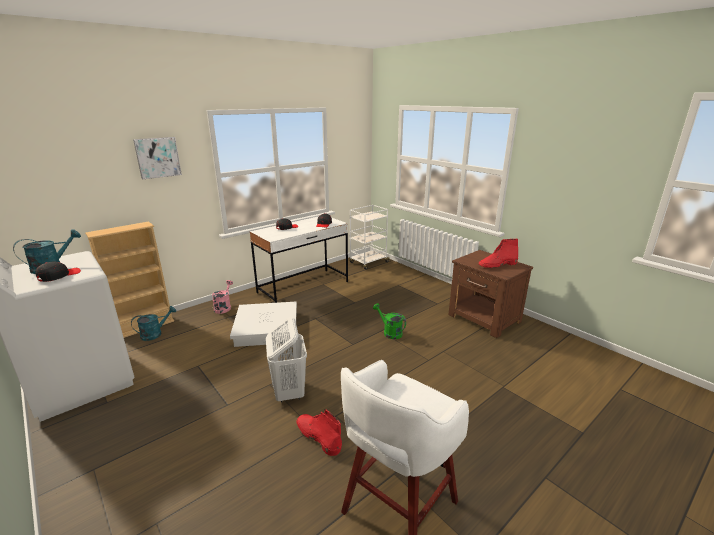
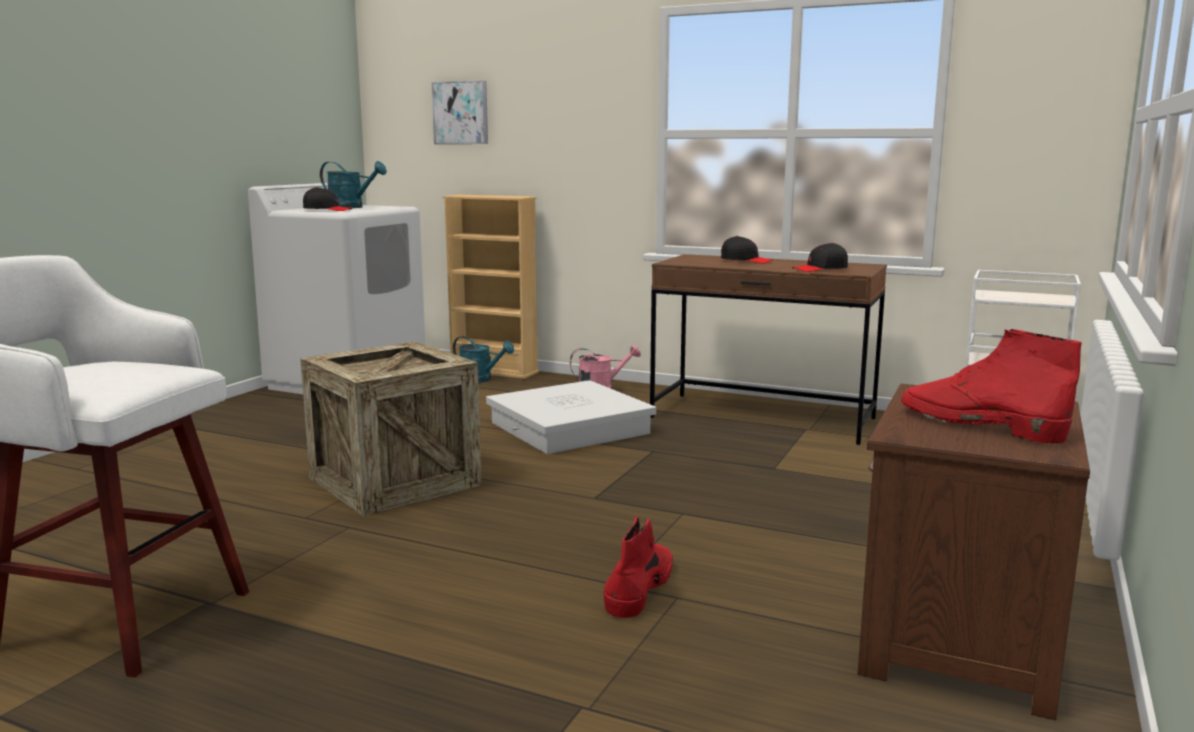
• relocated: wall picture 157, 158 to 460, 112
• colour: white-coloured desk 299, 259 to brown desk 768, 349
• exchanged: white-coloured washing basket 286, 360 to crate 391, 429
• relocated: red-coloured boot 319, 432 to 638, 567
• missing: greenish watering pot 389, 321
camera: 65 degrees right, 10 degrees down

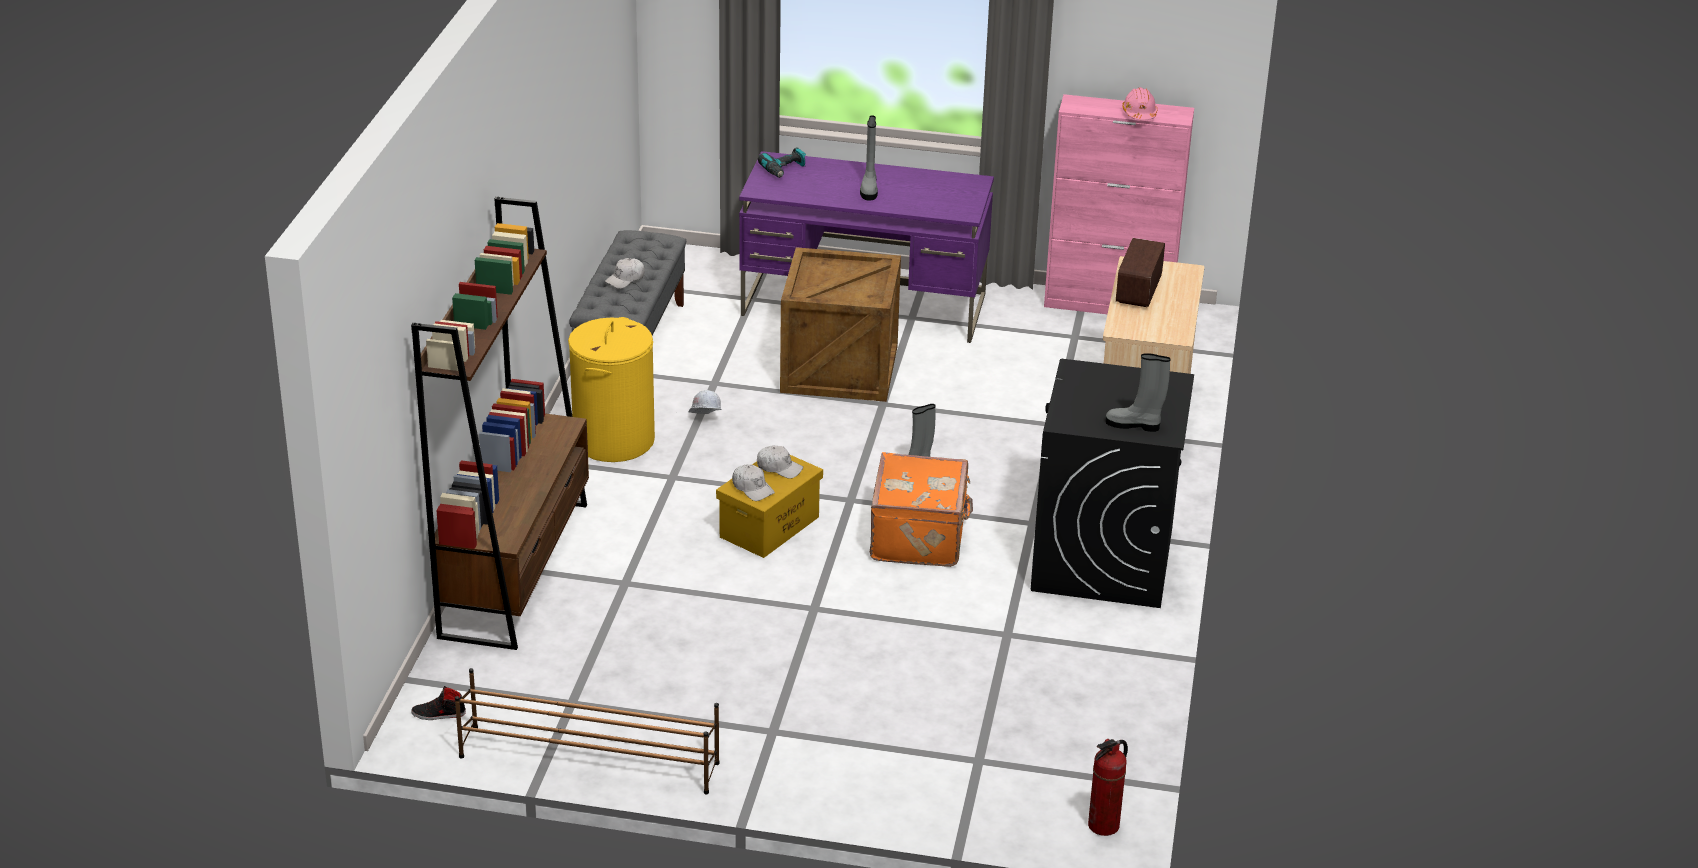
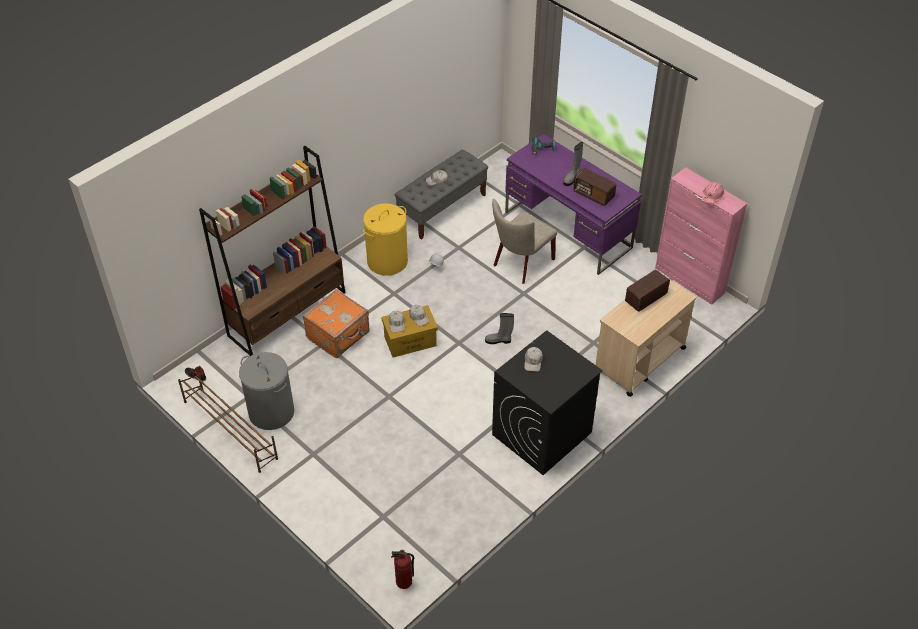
• exchanged: crate 840, 324 to sand-coloured upright chair 524, 241
• relocated: orangey piece of luggage 921, 509 to 336, 323
• missing: greyish boot 1137, 392
• appeared: greyish washing basket 266, 391
• appeared: white-coloured cap 533, 359
• appeared: radio 594, 187
camera: 35 degrees right, 15 degrees up

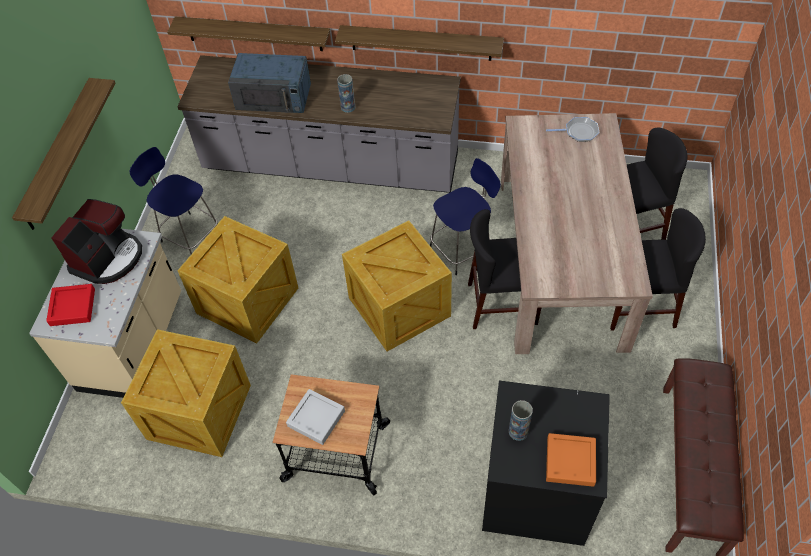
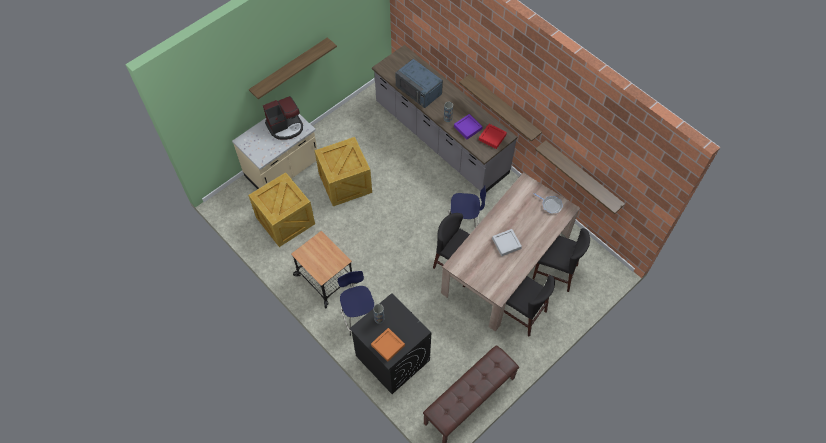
• relocated: red-coloured tray 70, 305 to 493, 136
• relocated: blue stool seat 174, 200 to 356, 303
• relocated: wall shelf 248, 34 to 580, 177
• relocated: greyish tray 315, 417 to 507, 242
• missing: crate 397, 285
• appeared: purplish tray 468, 126
camera: 35 degrees right, 5 degrees up

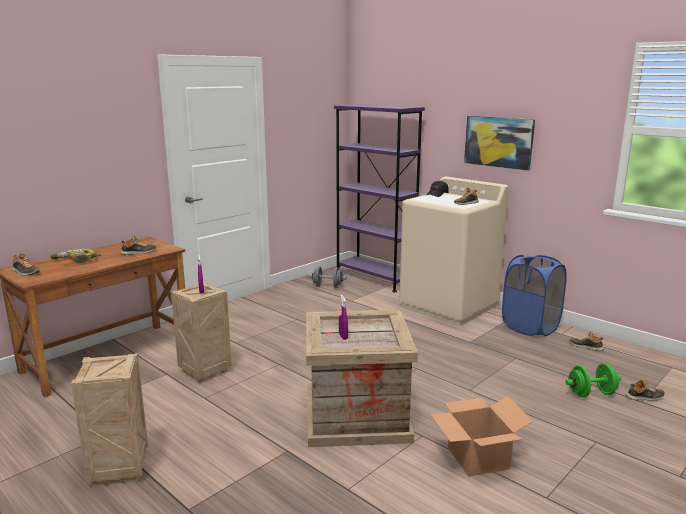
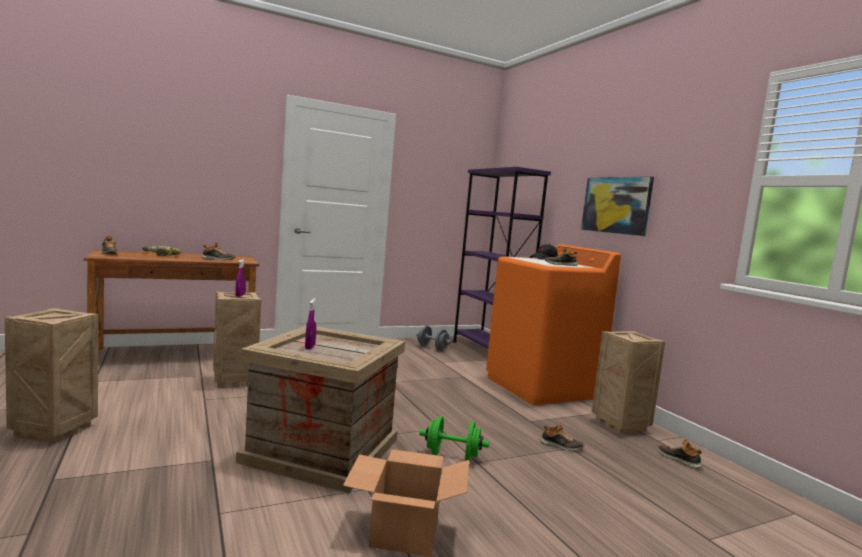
• colour: sand-coloured laundry appliance 454, 251 to orangey laundry appliance 553, 324
• exchanged: blue washing basket 534, 295 to crate 628, 382
• relocated: greenish dumbbell 593, 380 to 454, 438
• relocated: shoe 645, 390 to 562, 437
camera: 20 degrees right, 10 degrees down

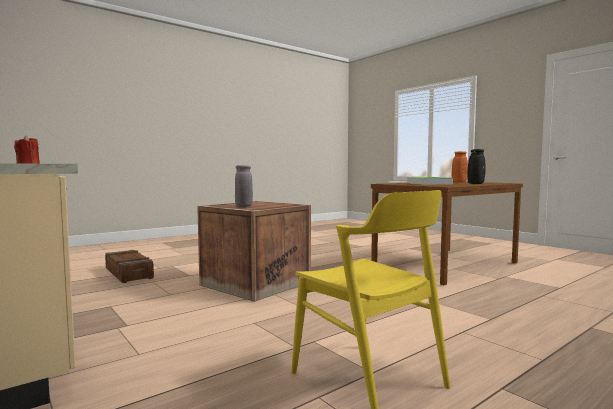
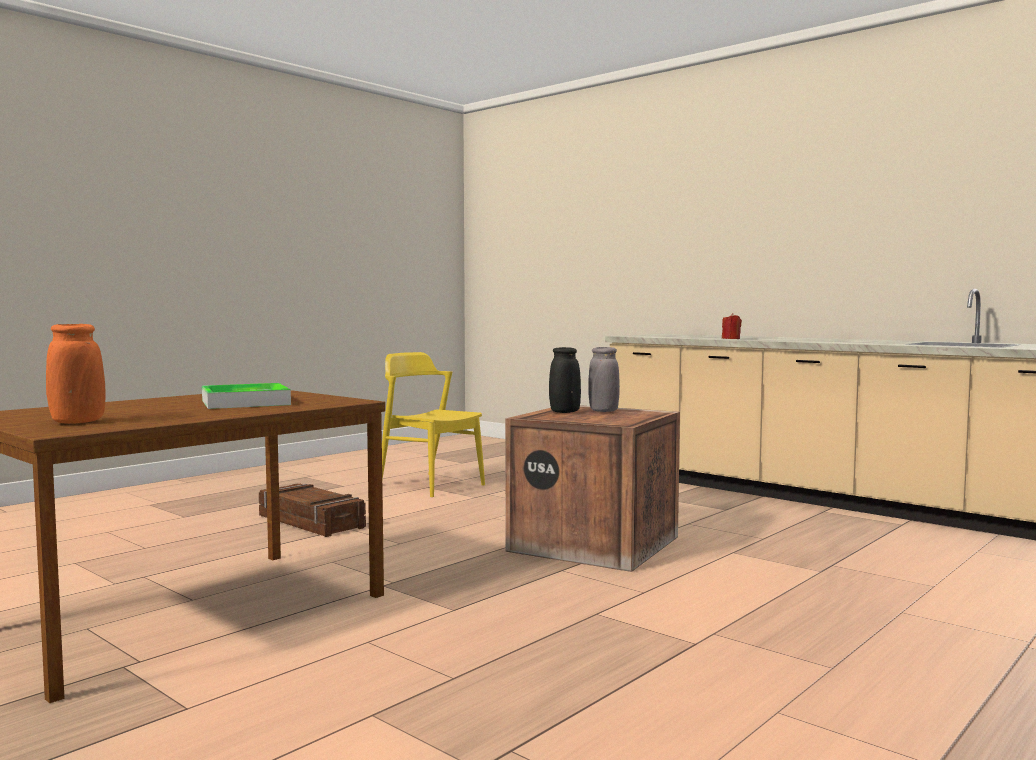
• relocated: crate 129, 266 to 312, 510
• relocated: blackish flower vase 476, 166 to 565, 380
camera: 170 degrees right, 0 degrees up

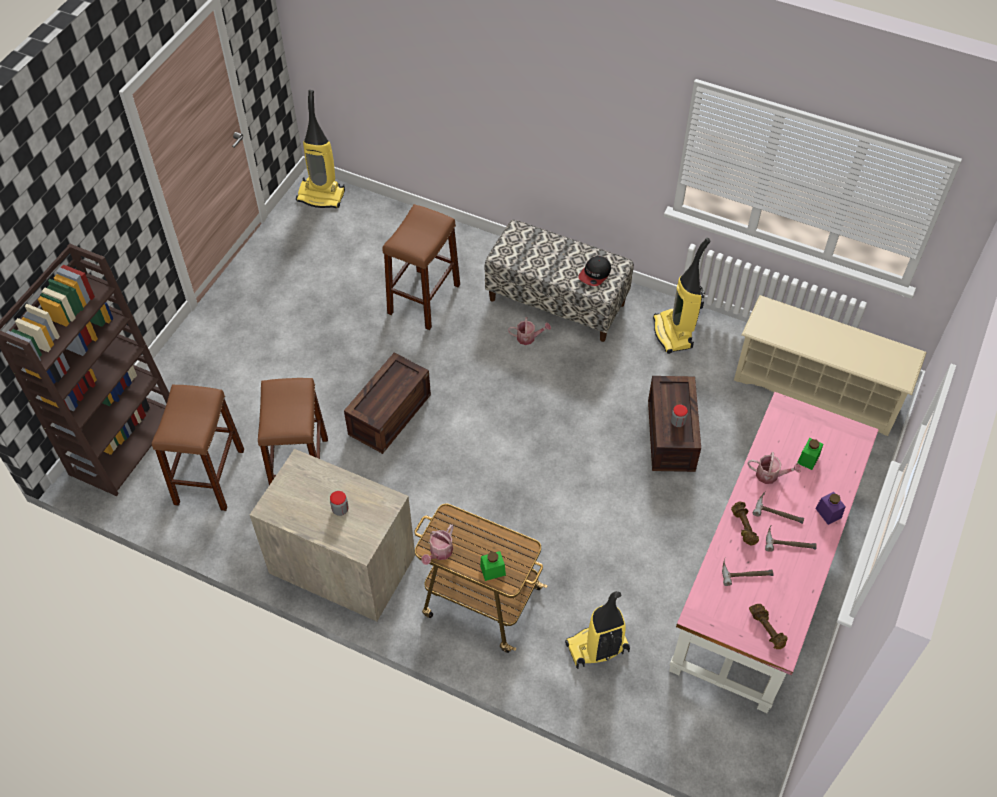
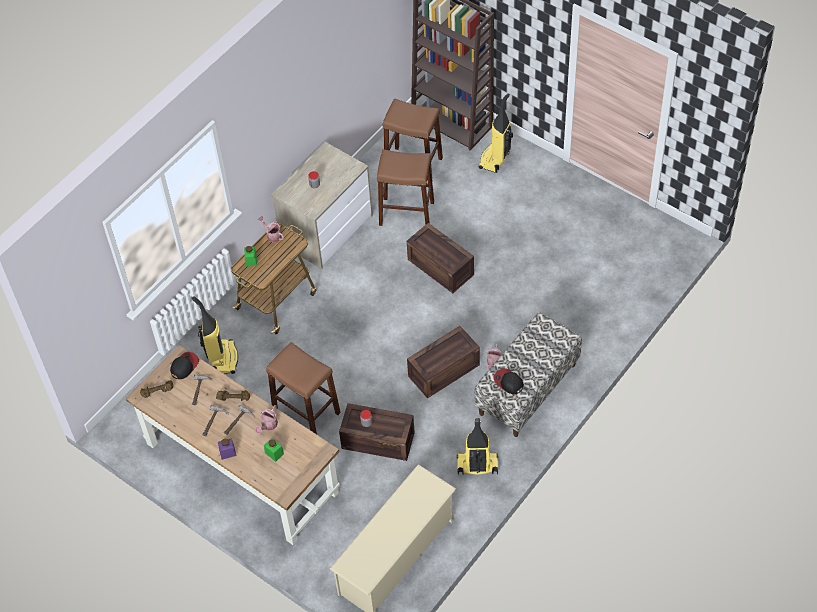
• relocated: vacuum 320, 149 to 495, 133
• relocated: brown stool seat 421, 267 to 303, 388
• colour: pinkish desk 774, 552 to brown desk 233, 445
• appeared: cap 184, 365
• appeared: crate 443, 362
camera: 105 degrees right, 0 degrees up

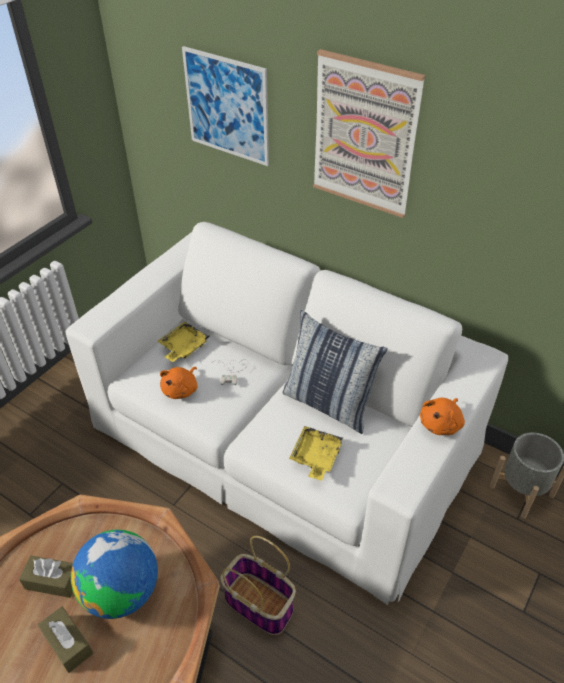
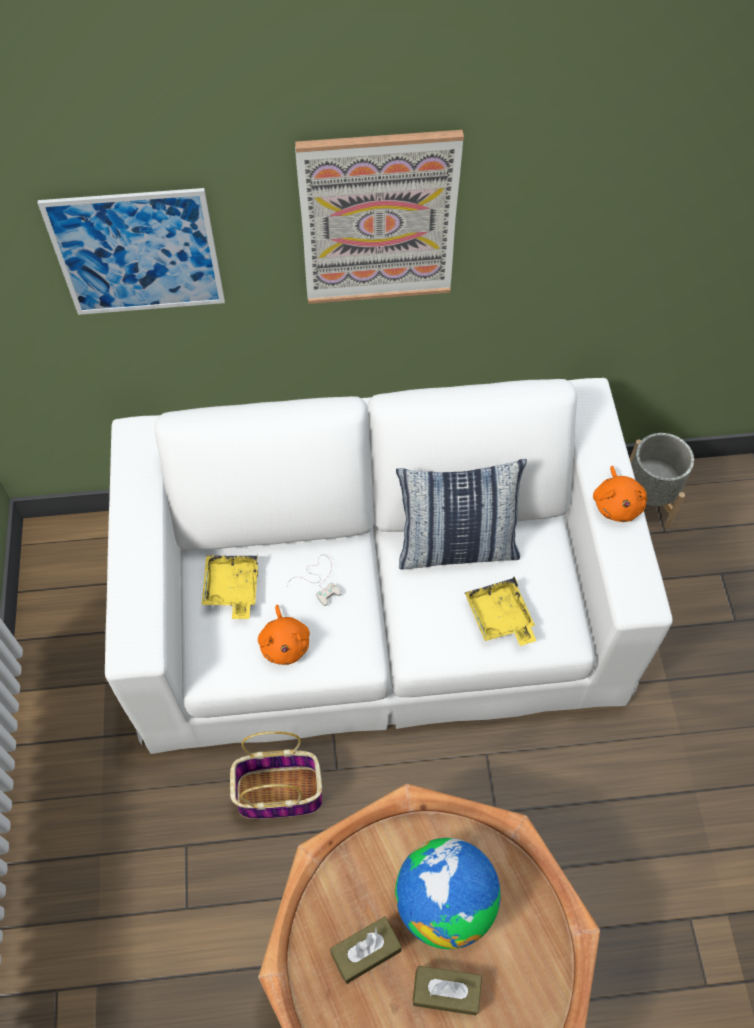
• relocated: basket 258, 585 to 276, 775
camera: 40 degrees left, 15 degrees up

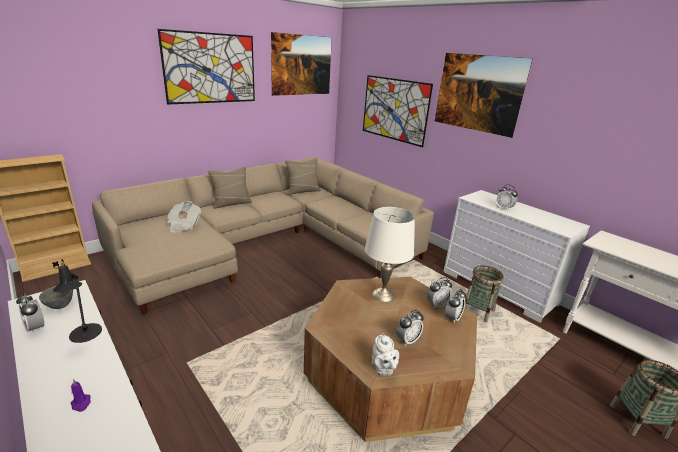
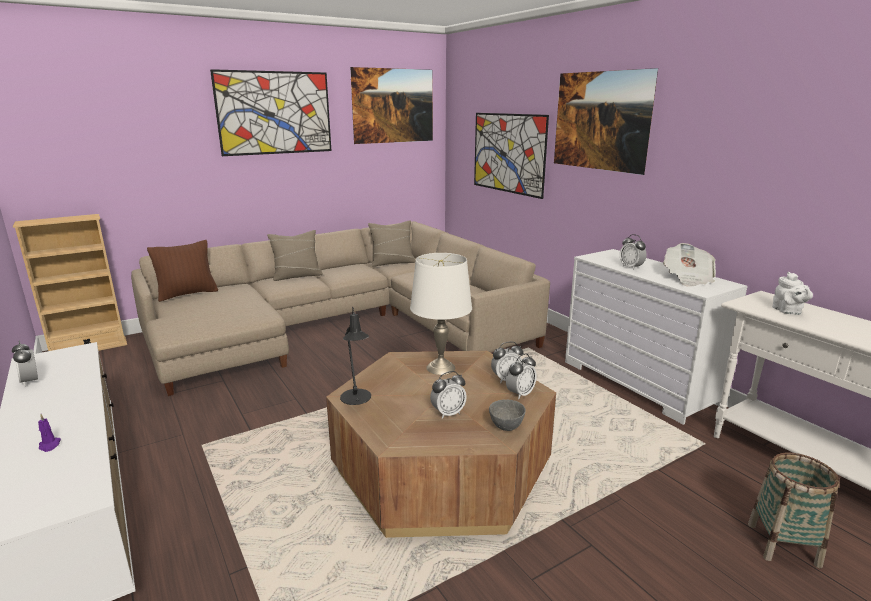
• relocated: greyish serving bowl 56, 297 to 507, 415
• relocated: blackish table lamp 77, 301 to 355, 356
• relocated: daily paper 184, 216 to 689, 265
• relocated: white-coloured pot for tea 385, 354 to 792, 293
• missing: basket 484, 294
• appeared: brown cushion 182, 271
camera: 10 degrees right, 5 degrees down

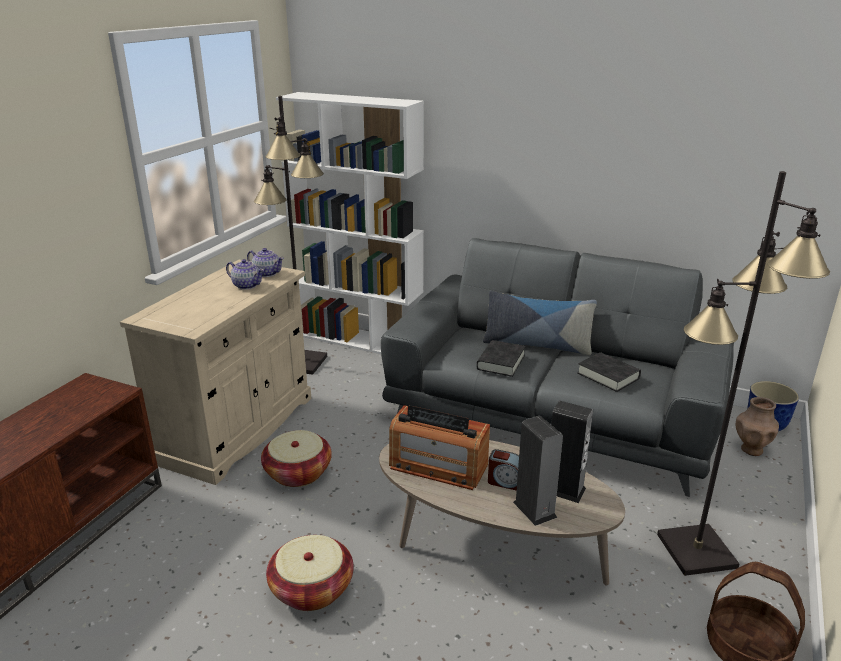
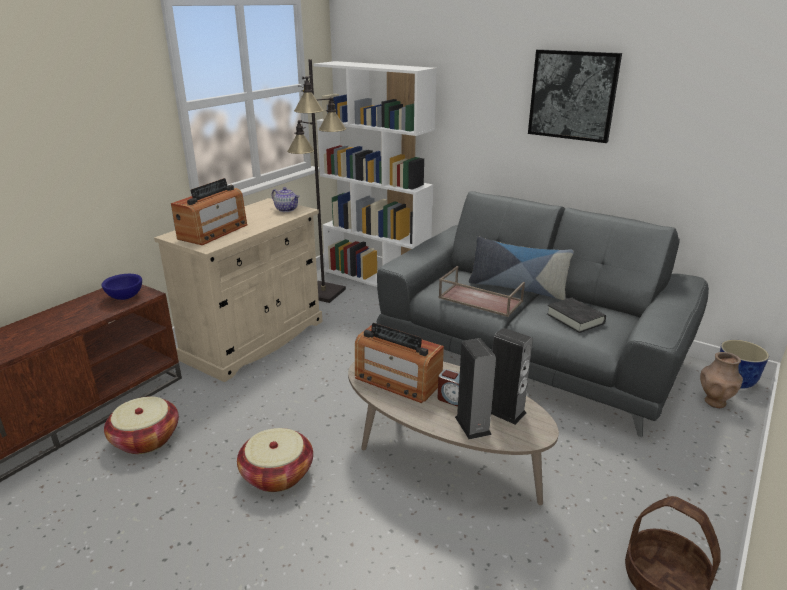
• missing: pot for tea 245, 274
• relocated: basket 296, 458 to 141, 425
• exchanged: blackish volume 501, 358 to brown tray 481, 291
• missing: blackish standard lamp 743, 373
• appeared: blue serving bowl 121, 287
• appeared: radio 209, 211
• appeared: wall picture 575, 96
camera: 10 degrees right, 0 degrees up

